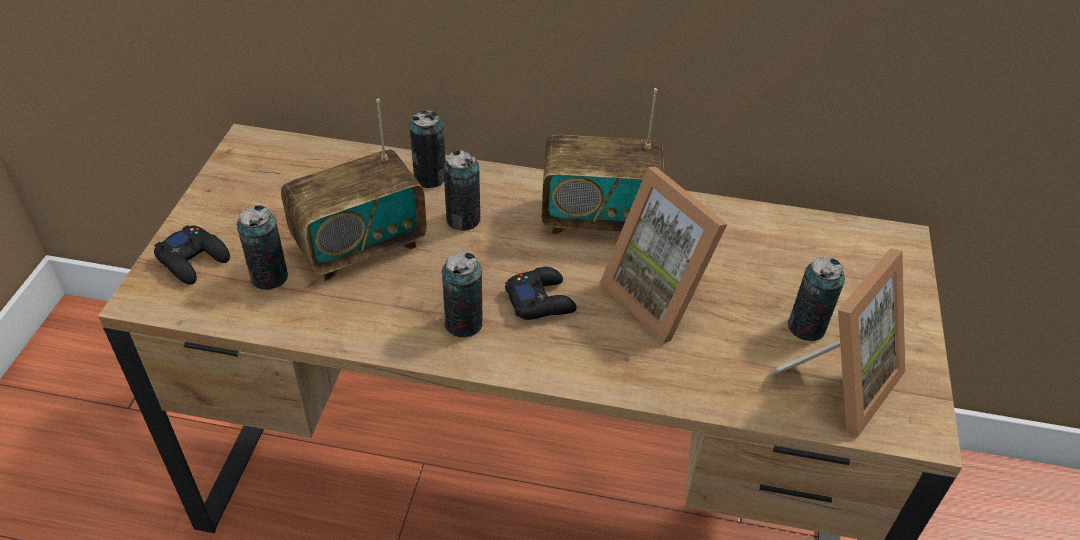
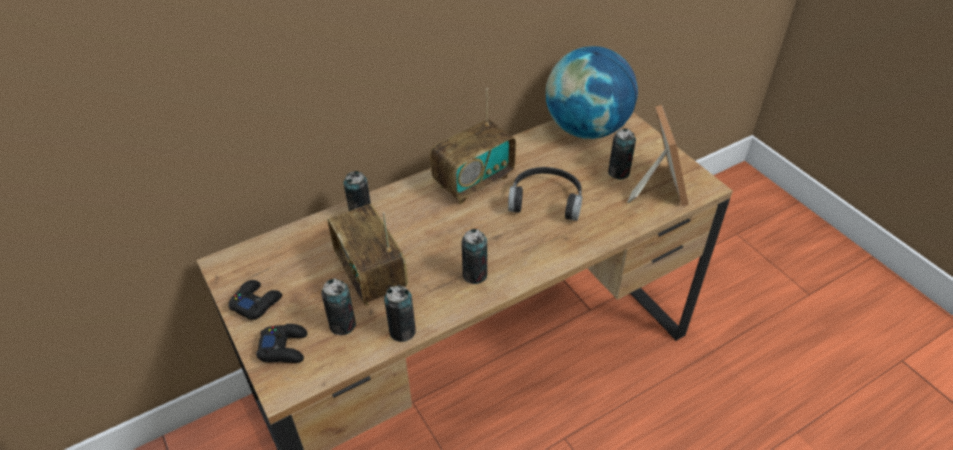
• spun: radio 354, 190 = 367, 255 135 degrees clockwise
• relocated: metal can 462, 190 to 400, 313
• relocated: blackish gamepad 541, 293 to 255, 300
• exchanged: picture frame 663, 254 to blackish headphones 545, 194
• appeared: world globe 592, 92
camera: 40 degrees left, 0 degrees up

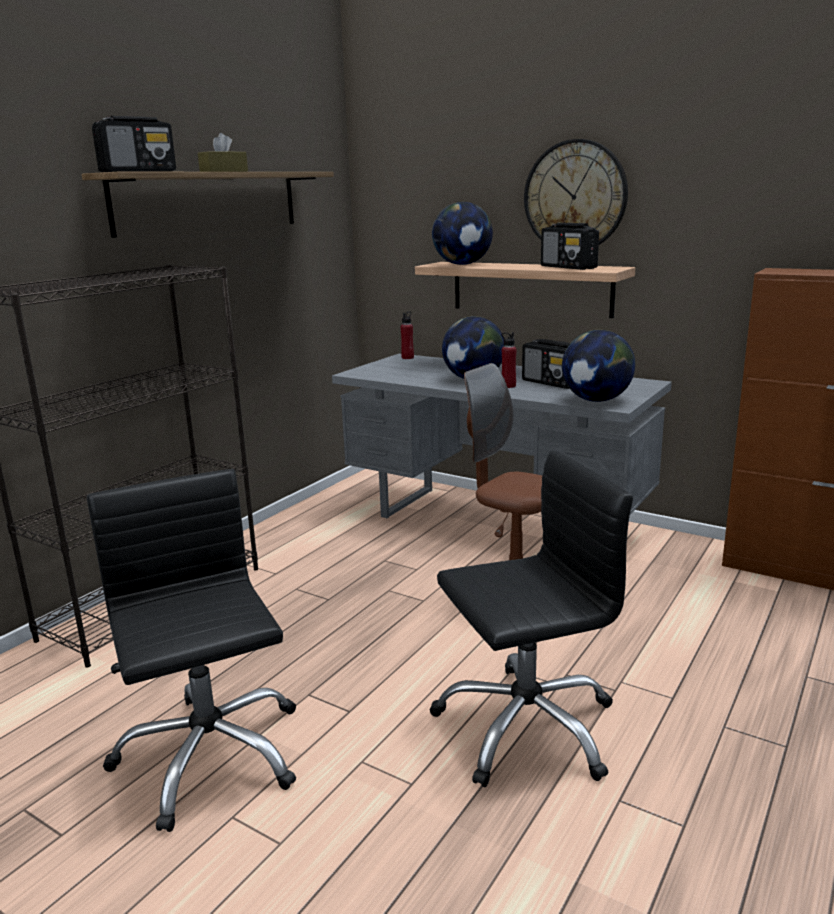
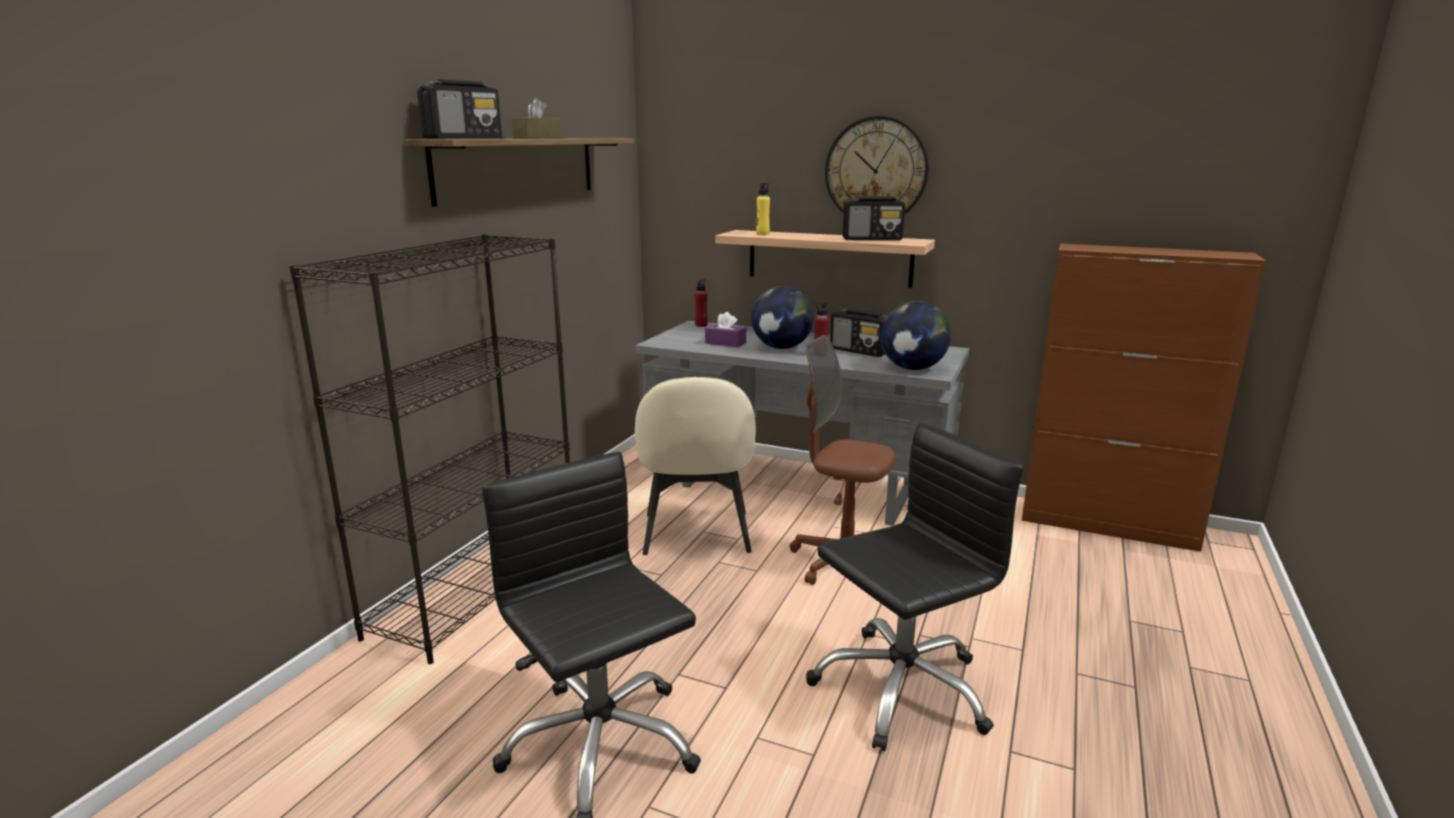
• exchanged: world globe 462, 233 to yellowish bottle 763, 209
• spun: radio 570, 246 = 874, 218 45 degrees counterclockwise
• appeared: sand-coloured upright chair 695, 466
• appeared: purplish box of tissues 725, 329
camera: 10 degrees left, 0 degrees up

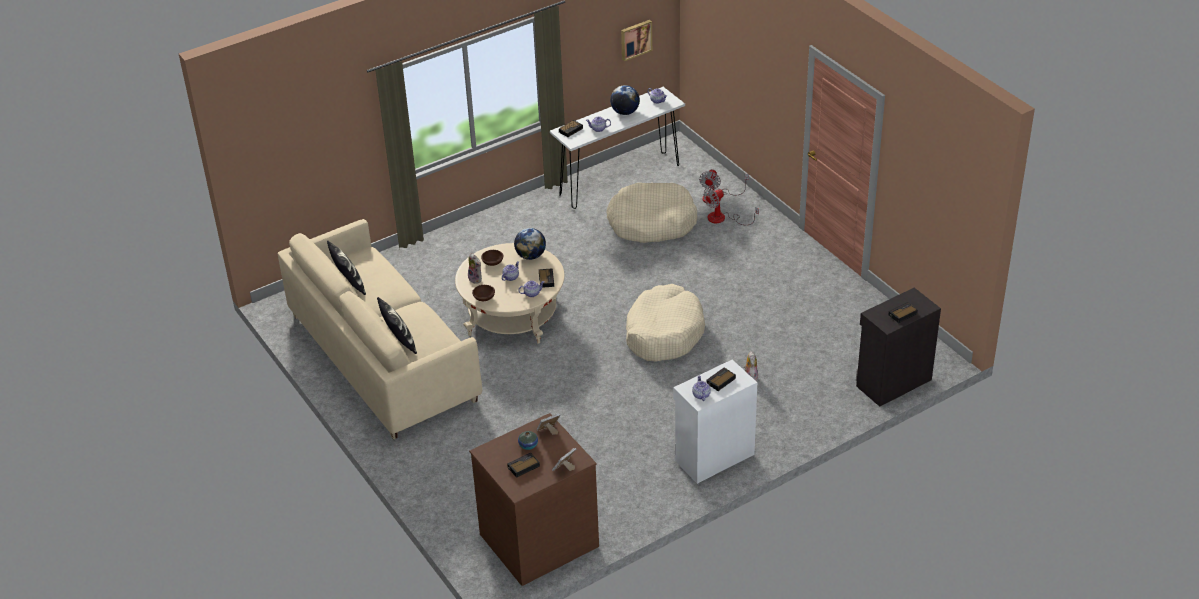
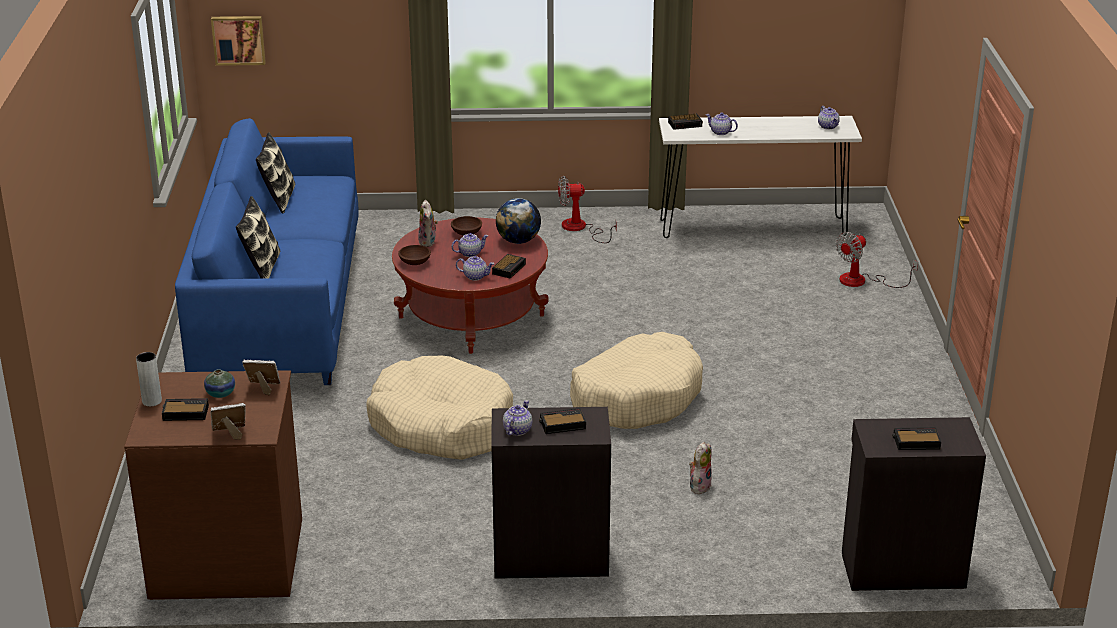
• colour: sand-coloured sofa 380, 329 to blue sofa 267, 251
• colour: sand-coloured lounge table 510, 293 to red-coloured lounge table 470, 286
• relocated: sand-coloured pet bed 651, 213 to 439, 408
• missing: world globe 625, 100
• relocated: wall picture 636, 40 to 238, 41
• colour: white-coloured cupboard 715, 422 to blackish cupboard 551, 493
• relocated: cooling fan 731, 206 to 587, 209
• appeared: greyish flower vase 149, 379
camera: 30 degrees right, 10 degrees down

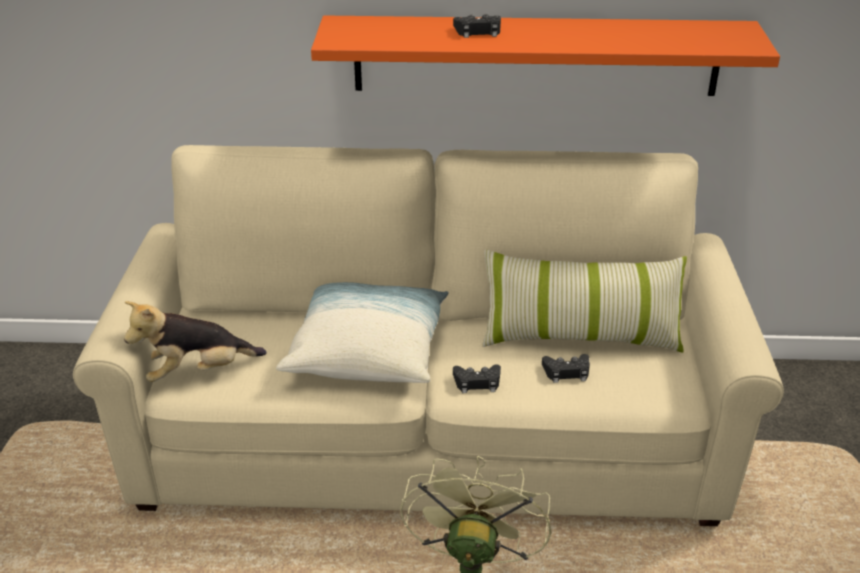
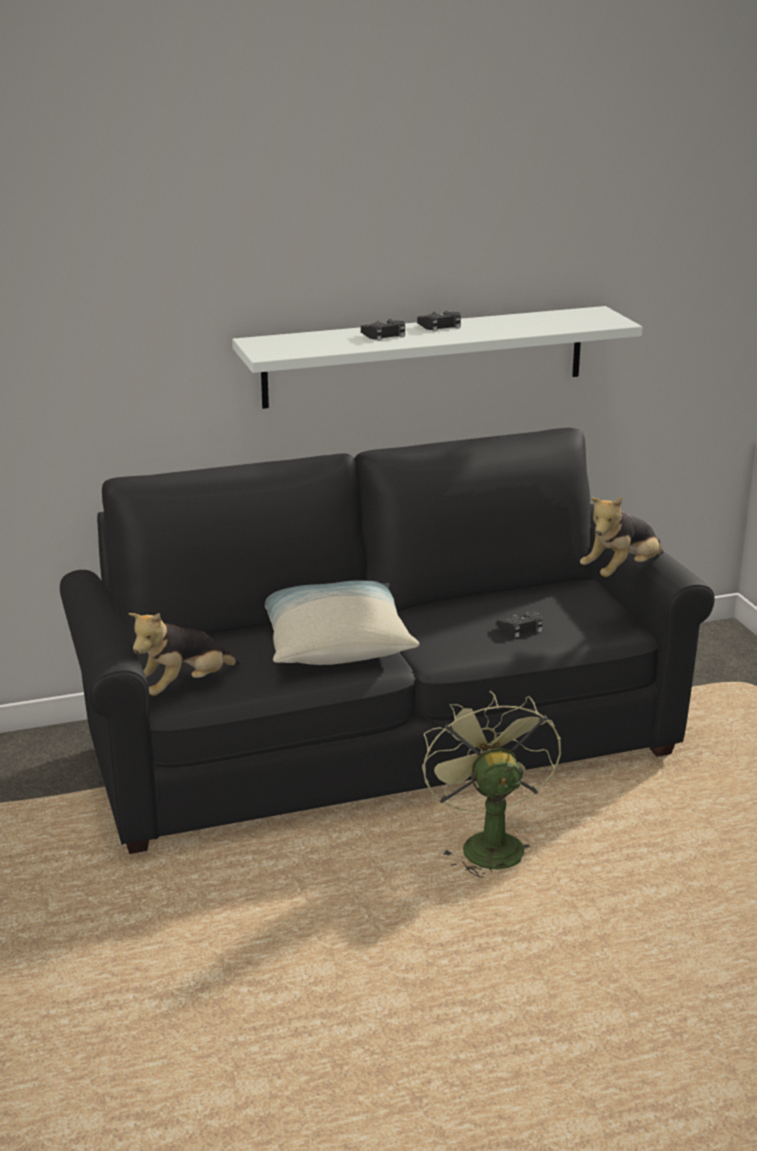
• colour: sand-coloured sofa 428, 335 to blackish sofa 387, 641
• colour: orangey wall shelf 545, 55 to white-coloured wall shelf 437, 357
• relocated: blackish gamepad 477, 378 to 439, 320
• missing: cushion 584, 301
• appeared: plush toy 621, 537
camera: 20 degrees left, 10 degrees down

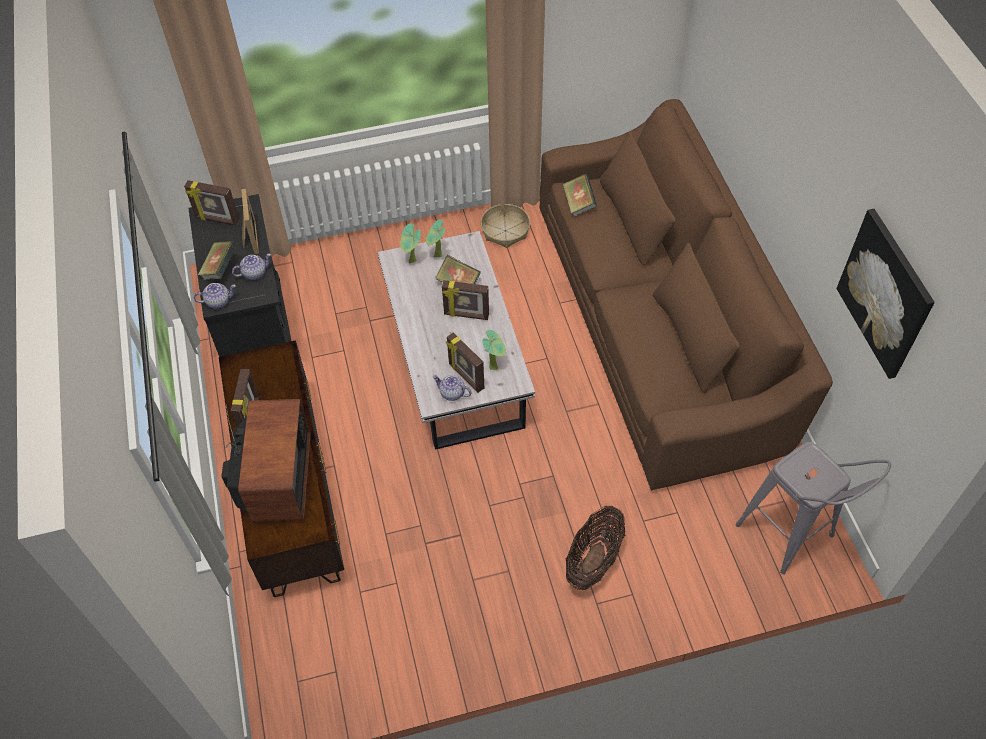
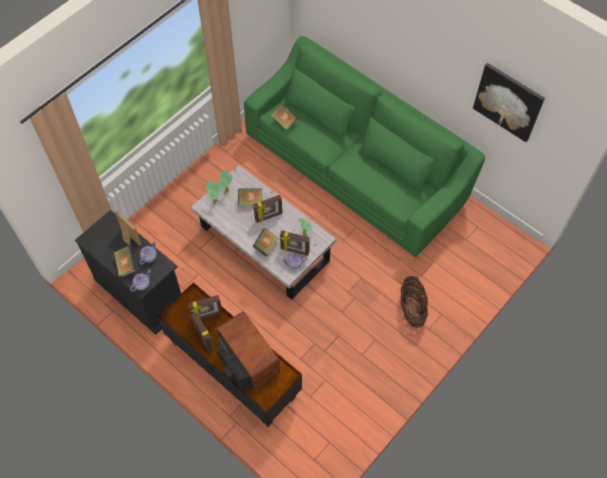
• relocated: picture frame 212, 203 to 205, 307
• missing: basket 505, 226
• colour: brown sofa 686, 294 to greenish sofa 364, 146
• missing: greyish stool seat 813, 508
• appeared: volume 265, 242
camera: 35 degrees left, 5 degrees up

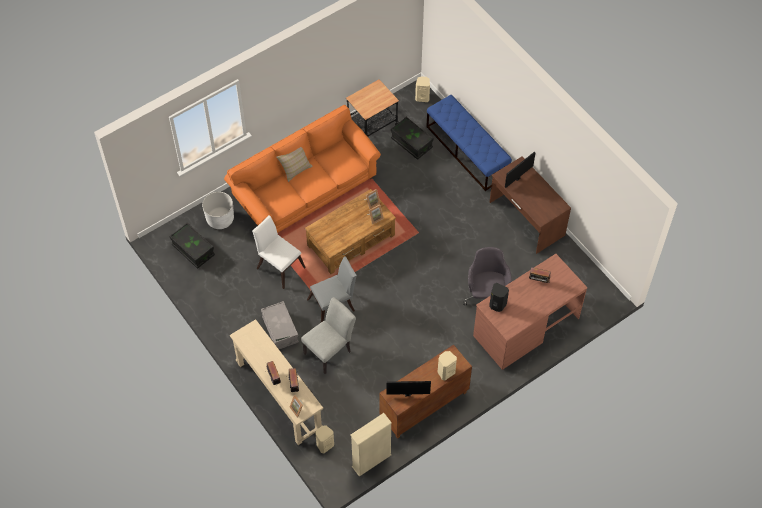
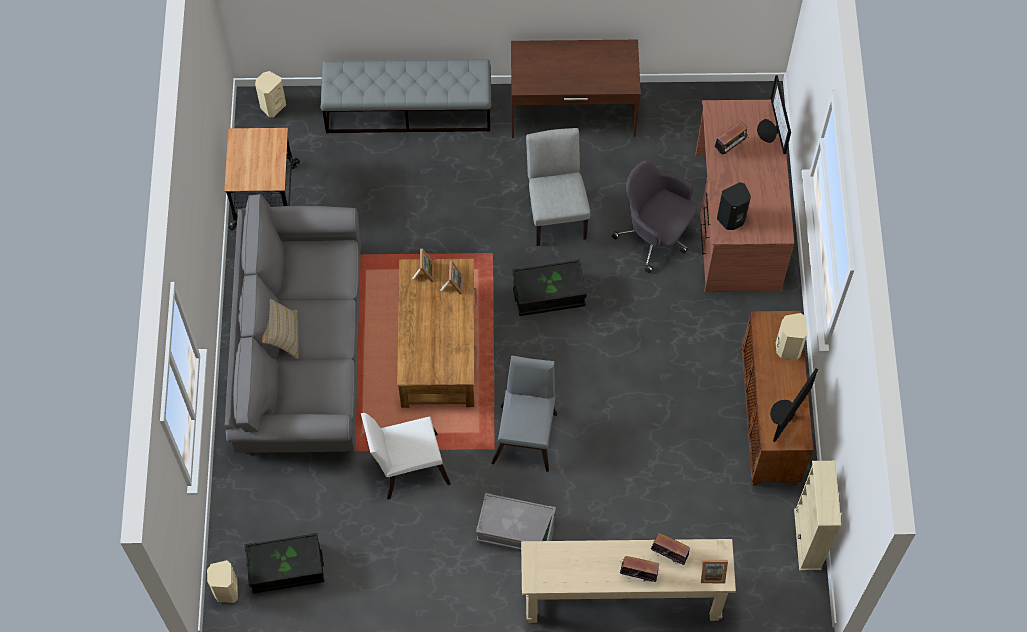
• missing: white-coloured plant pot 218, 210
• colour: orangey sofa 302, 169 to greyish sofa 293, 324
• relocated: greyish upright chair 328, 335 to 558, 187
• relocated: sand-coloured audio speaker 324, 439 to 222, 581
• relocated: blackish storage container 412, 138 to 550, 287
• colour: blue long seat 469, 143 to greyish long seat 406, 96
• relocated: computer display 520, 170 to 774, 114
camera: 55 degrees left, 5 degrees up

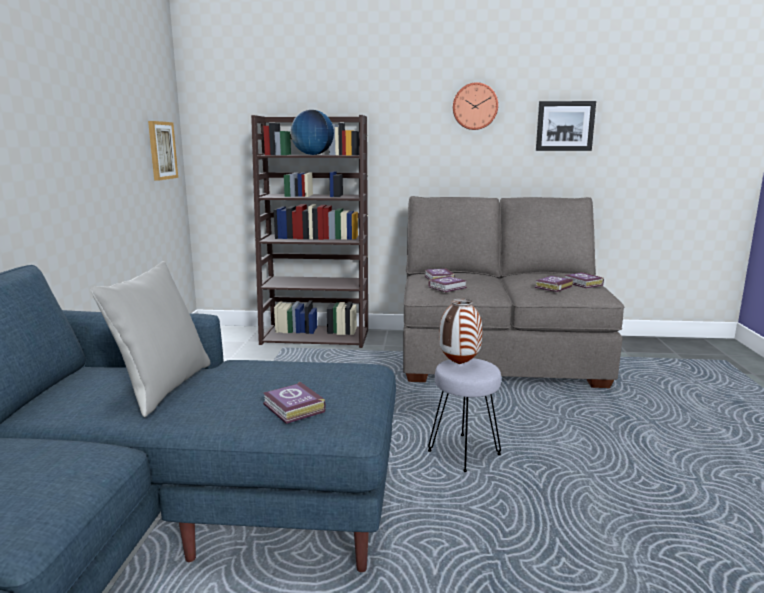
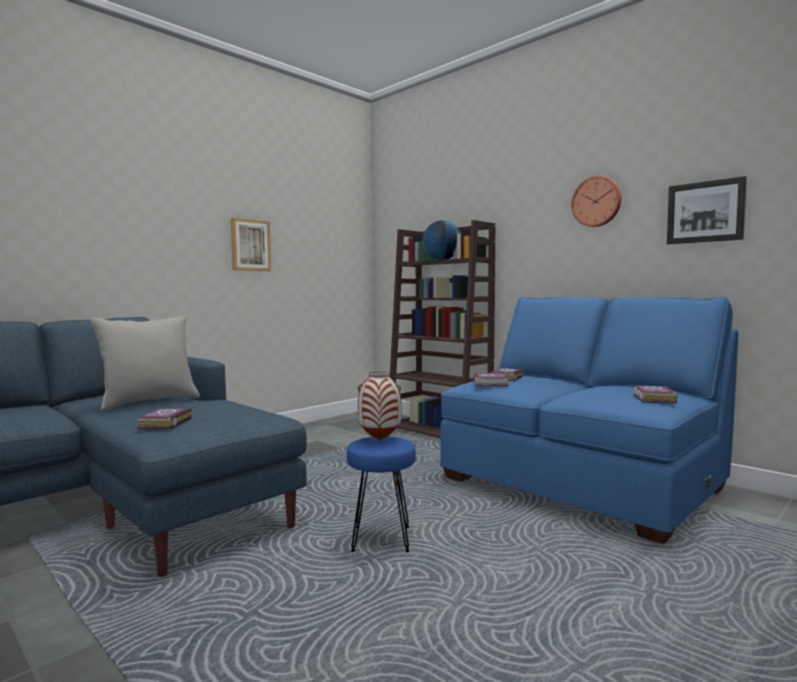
• relocated: wall picture 163, 151 to 251, 244
• colour: greyish sofa 513, 292 to blue sofa 589, 420
• colour: greyish stool seat 464, 415 to blue stool seat 381, 494
• missing: volume 553, 284
camera: 40 degrees right, 10 degrees down

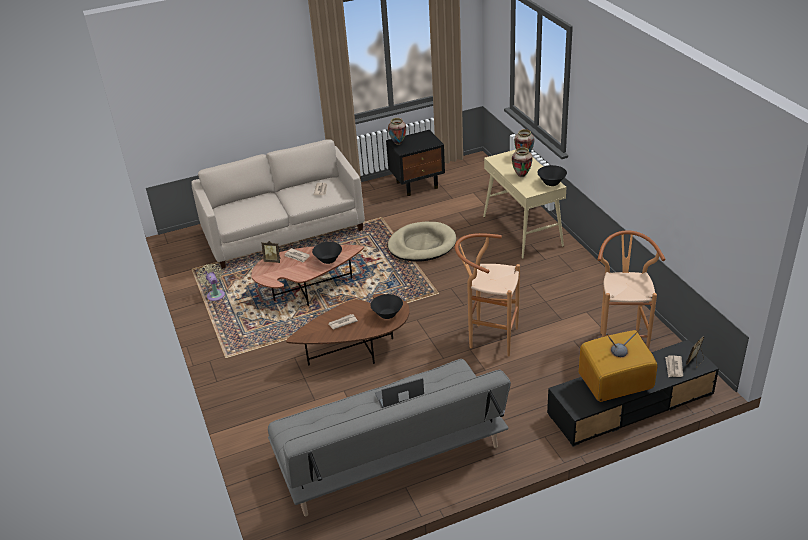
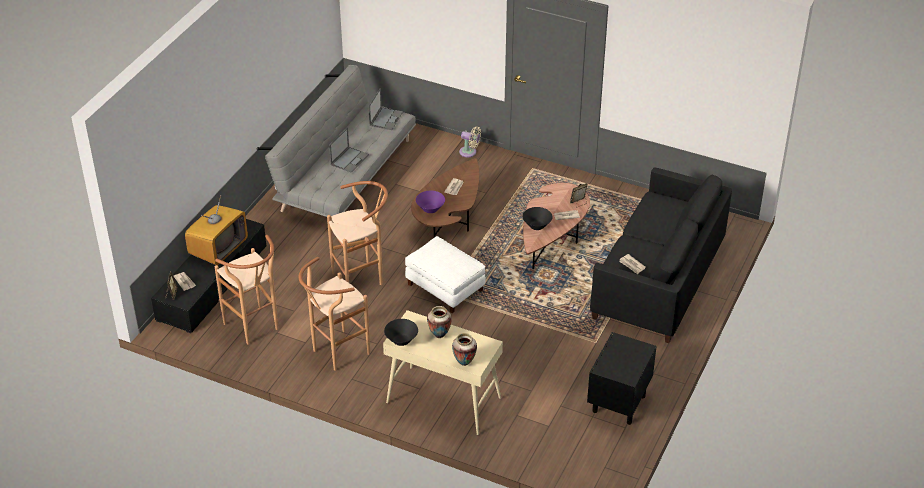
• colour: sand-coloured sofa 278, 204 to blackish sofa 661, 255
• relocated: sand-coloured cooling fan 211, 282 to 470, 141
• colour: blackish serving bowl 386, 306 to purplish serving bowl 430, 202
• missing: flower vase 397, 131
• missing: sand-coloured pet bed 422, 242
• appeared: brown stool seat 334, 314
• appeared: portable computer 386, 109
• appeared: white-coloured ottoman 445, 274
camera: 135 degrees right, 5 degrees up

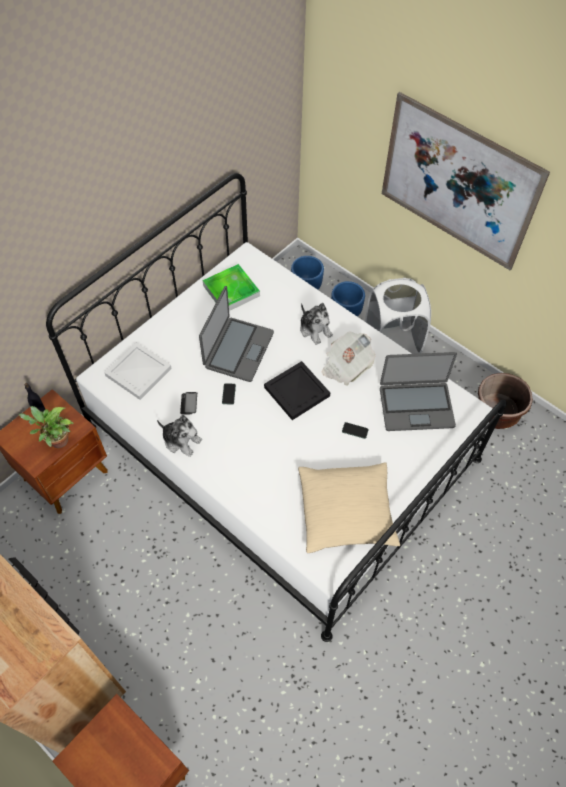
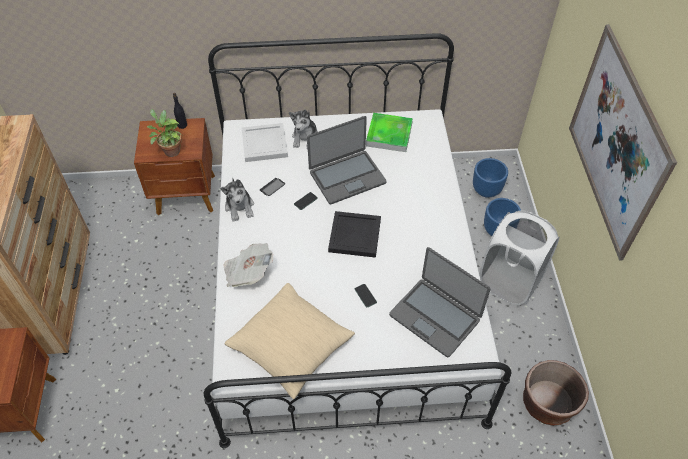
• relocated: plush toy 316, 324 to 303, 129
• relocated: daily paper 348, 358 to 248, 265
camera: 45 degrees right, 5 degrees down

